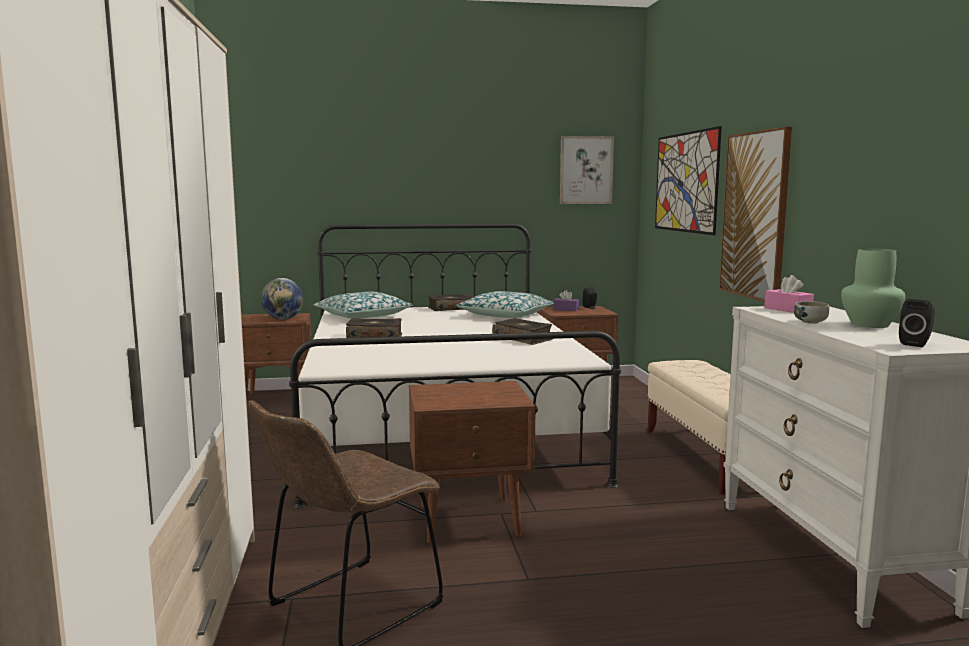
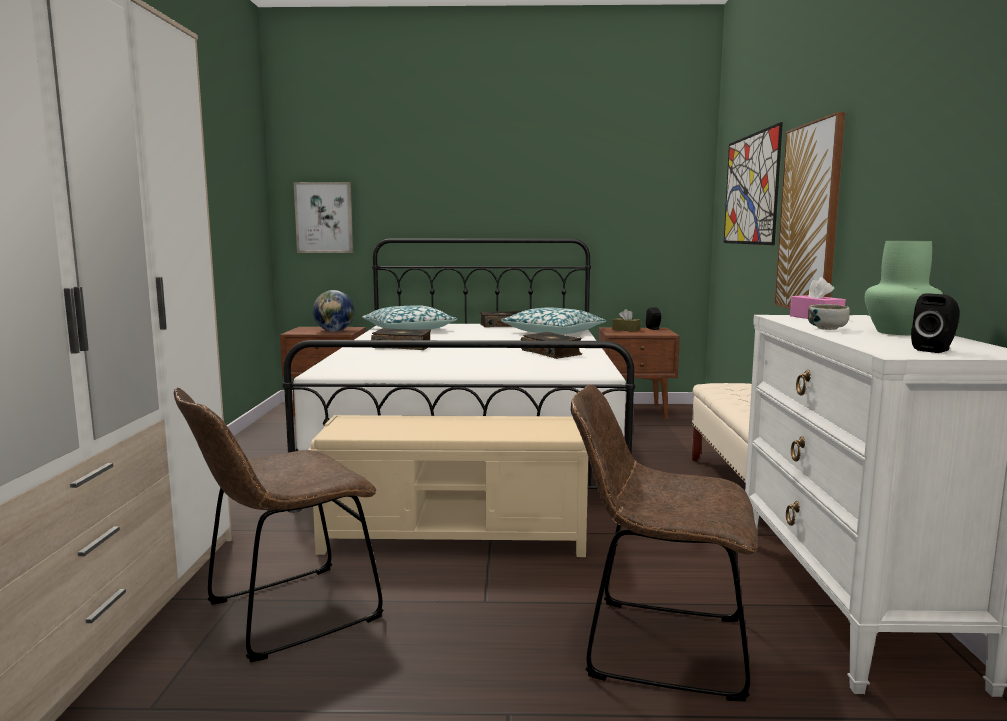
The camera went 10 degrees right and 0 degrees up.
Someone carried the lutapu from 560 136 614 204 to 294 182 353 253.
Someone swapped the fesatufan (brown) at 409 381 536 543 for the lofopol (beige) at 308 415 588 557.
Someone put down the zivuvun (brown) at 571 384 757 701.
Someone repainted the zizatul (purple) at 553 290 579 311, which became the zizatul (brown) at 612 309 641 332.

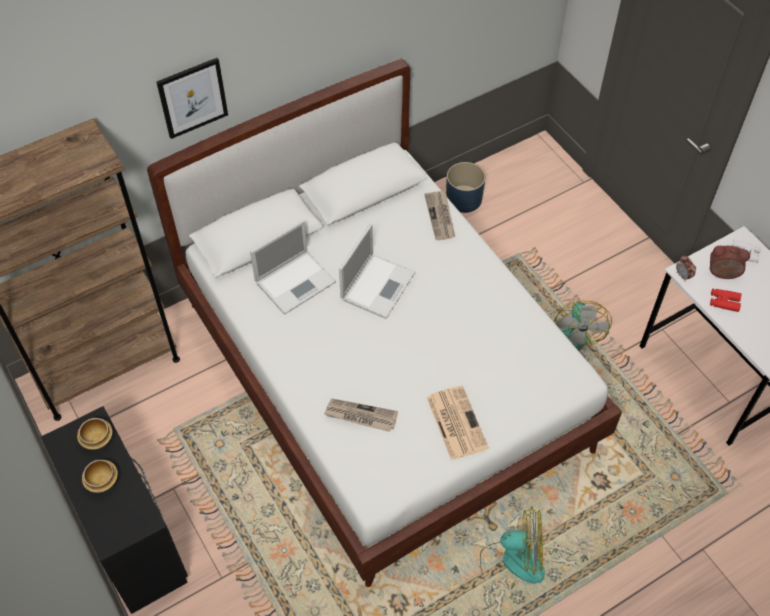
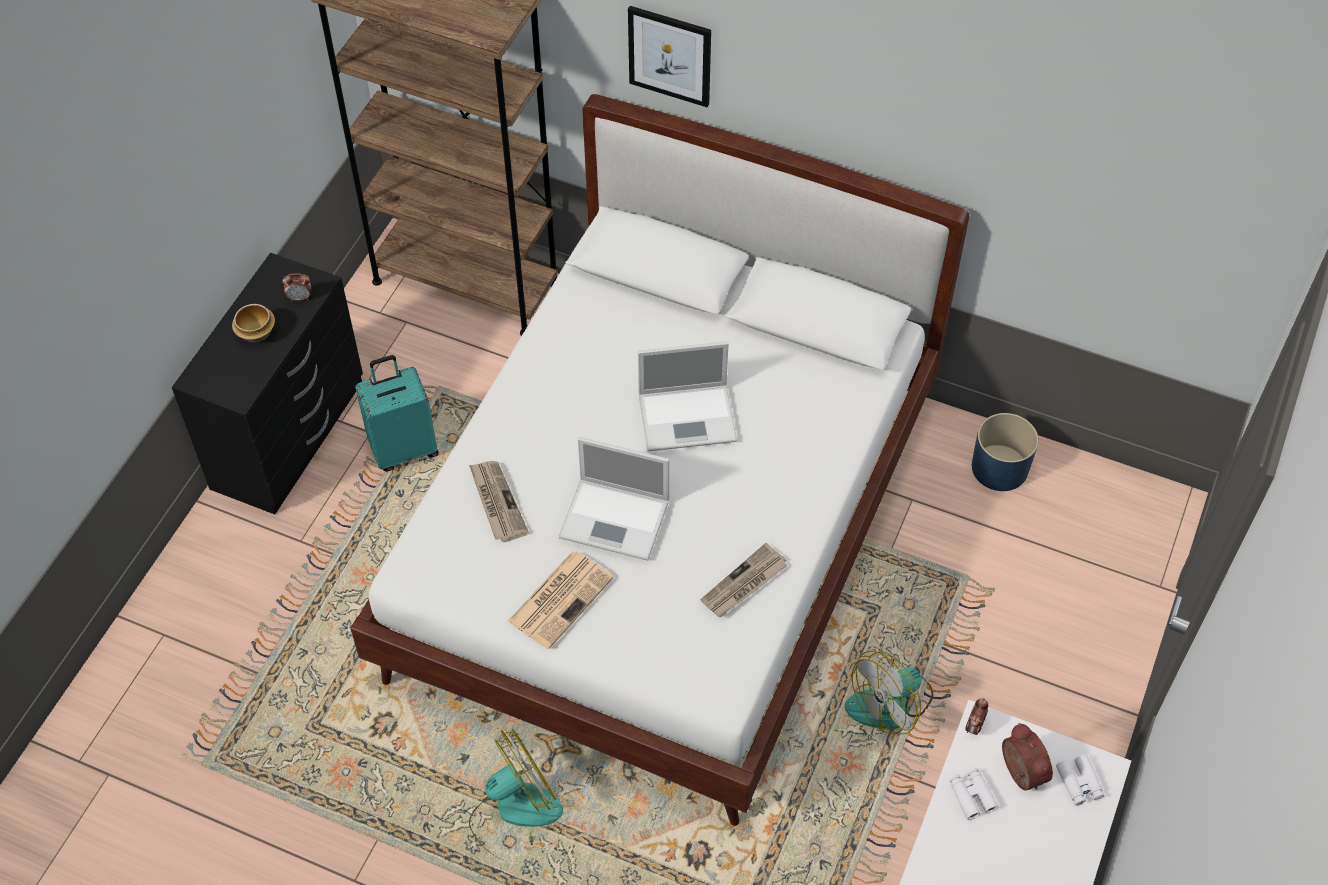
The camera went 55 degrees right and 0 degrees up.
Someone swapped the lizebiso at 77 418 112 450 for the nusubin at 283 273 311 301.
Someone put down the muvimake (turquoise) at 355 355 439 471.
Someone rotated the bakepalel at 480 506 545 589 by 90 degrees counterclockwise.
Someone carried the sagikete from 250 220 336 315 to 558 437 670 561.
Someone carried the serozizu from 424 191 455 240 to 700 543 788 617.
Someone repainted the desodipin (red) at 710 289 741 312, which became the desodipin (white) at 949 768 998 820.

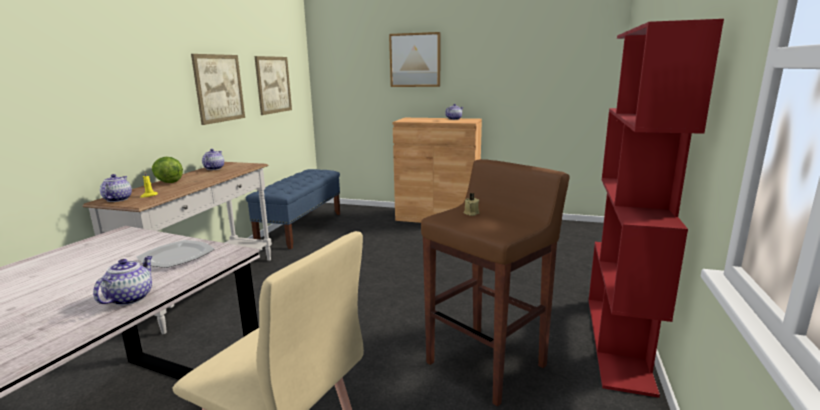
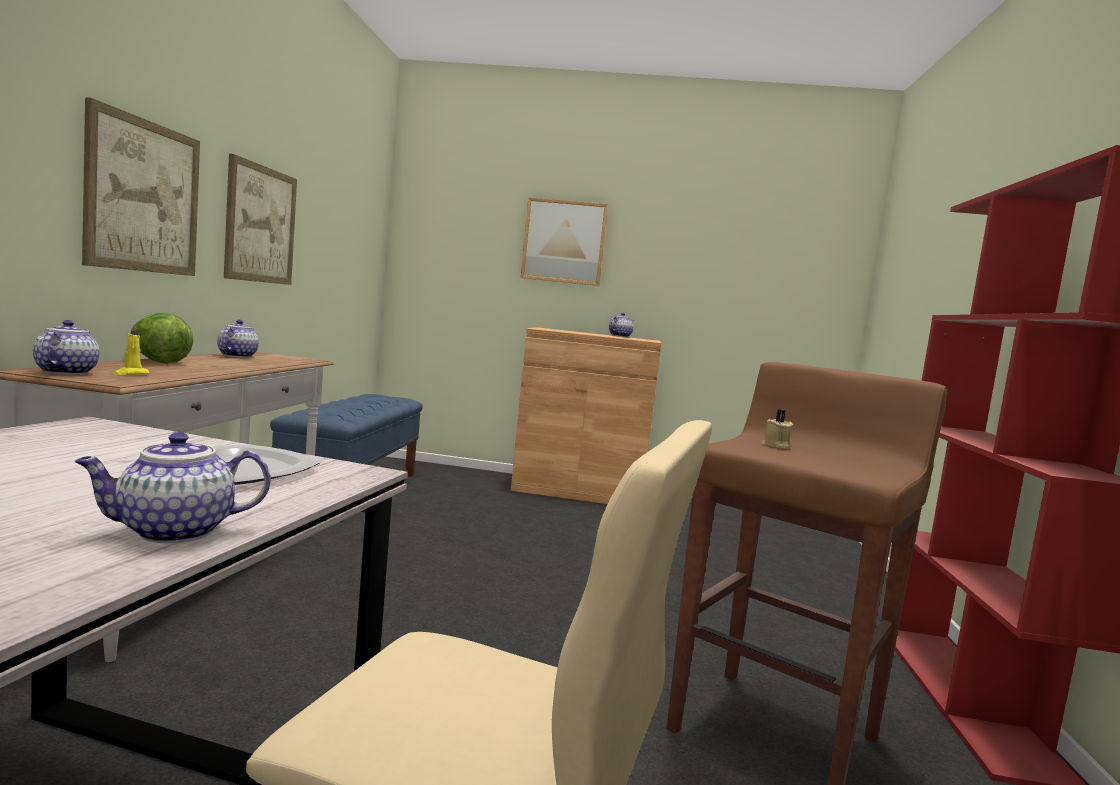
The camera went 10 degrees left and 10 degrees down.
Someone rotated the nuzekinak at 93 256 152 305 by 120 degrees counterclockwise.
Someone carried the lutapu from 254 56 292 115 to 82 97 200 276.

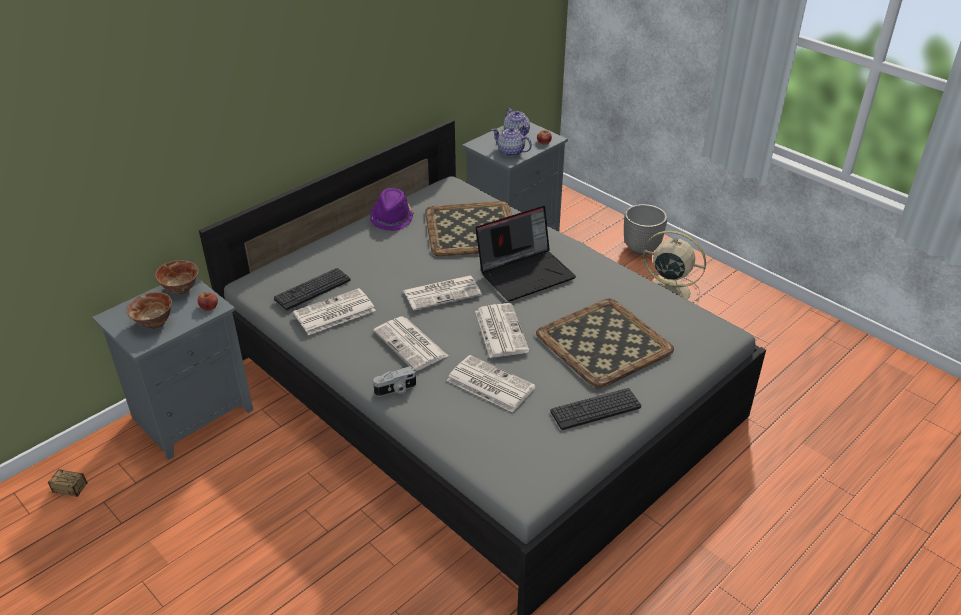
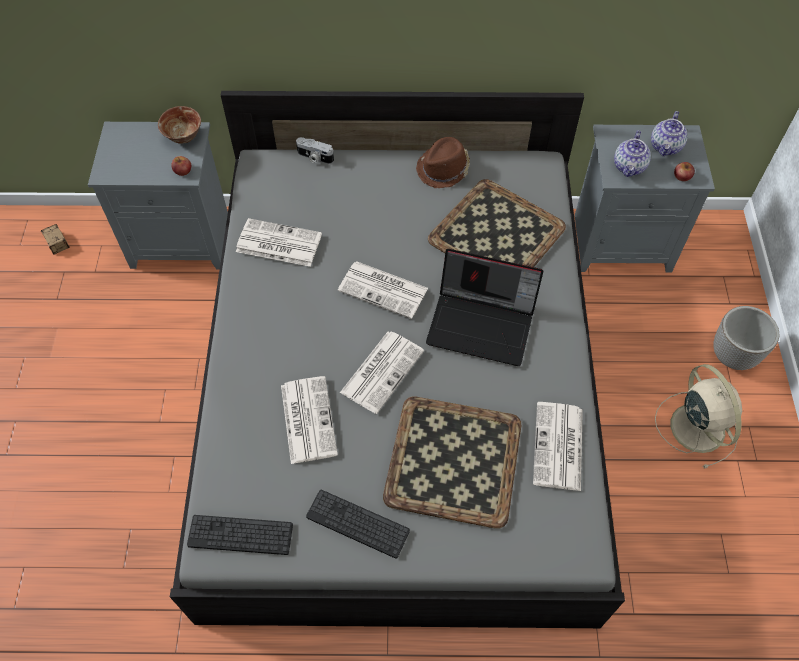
The camera went 45 degrees right and 20 degrees up.
Someone carried the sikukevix from 274 268 351 310 to 187 515 293 555.
Someone carried the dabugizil from 373 366 416 397 to 296 137 334 164.
Someone repainted the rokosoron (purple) at 370 188 414 231, which became the rokosoron (brown) at 416 137 470 188.
Someone carried the serozizu from 373 317 448 371 to 533 402 583 491.
Someone rotated the nuzekinak at 492 127 532 157 by 150 degrees counterclockwise.
Someone took away the lizebiso at 126 292 172 329.

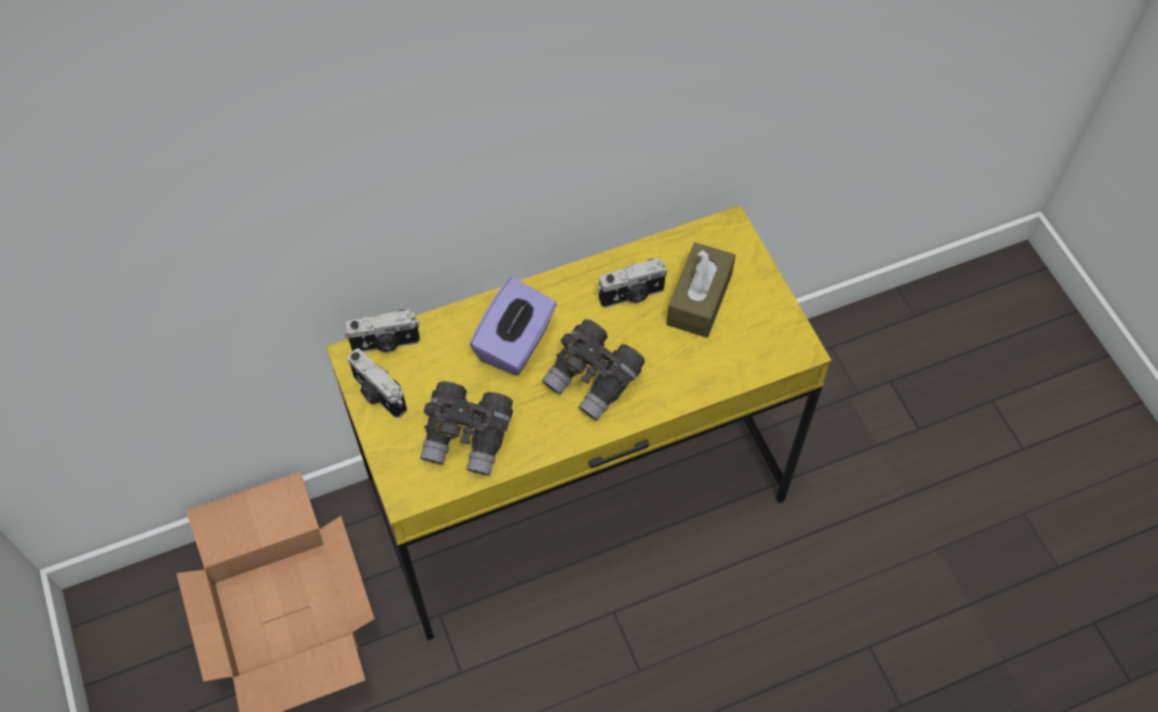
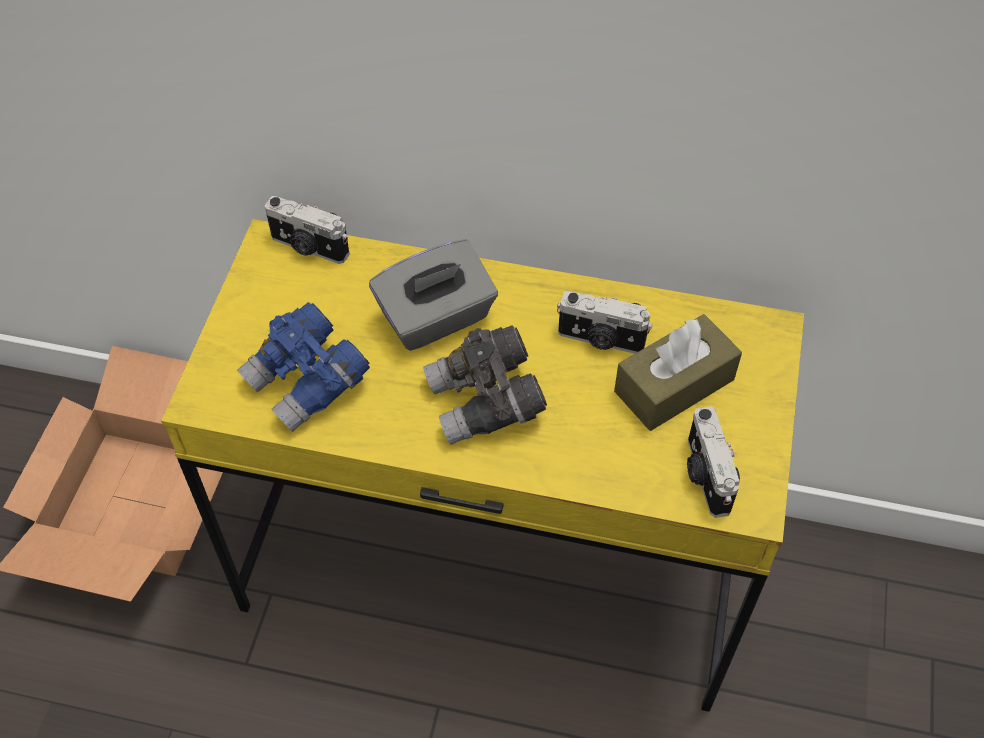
The camera went 35 degrees right and 5 degrees down.
Someone repainted the desodipin (grey) at 420 381 513 476, which became the desodipin (blue) at 237 302 370 432.
Someone repainted the zizatul (purple) at 470 277 557 376, which became the zizatul (grey) at 369 239 498 351.
Someone carried the dabugizil from 348 348 407 418 to 687 406 740 517.

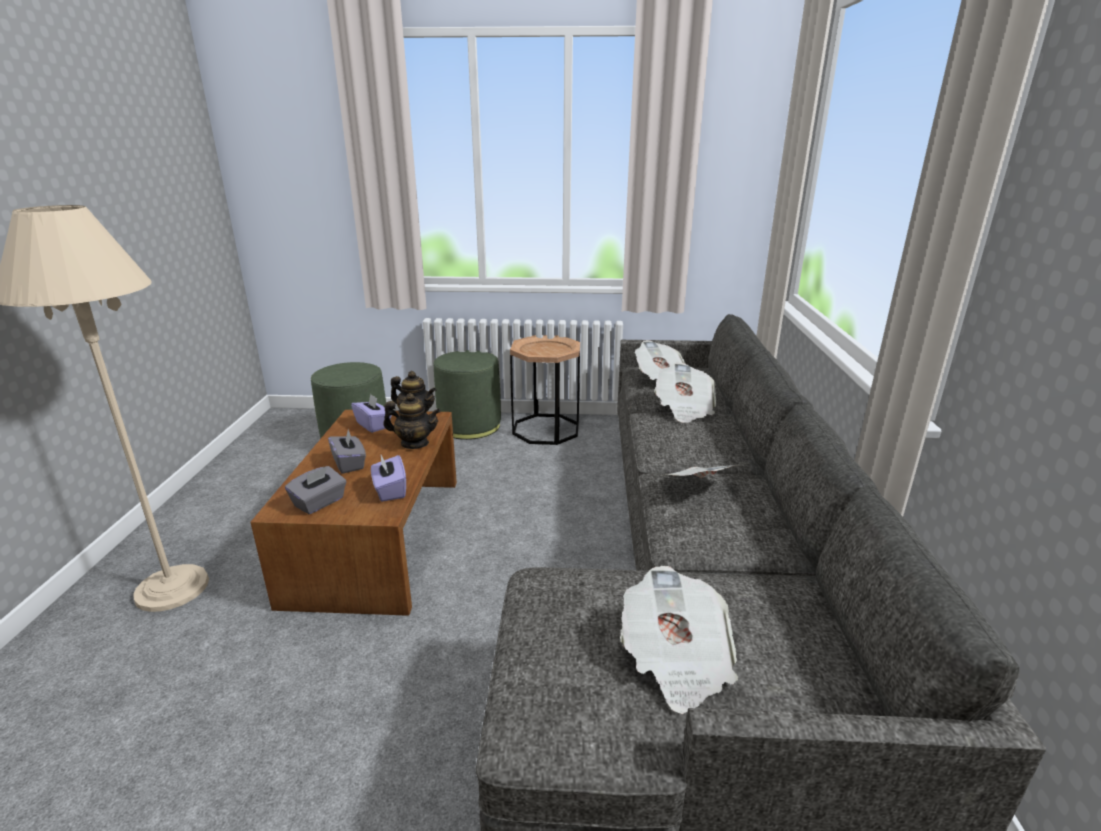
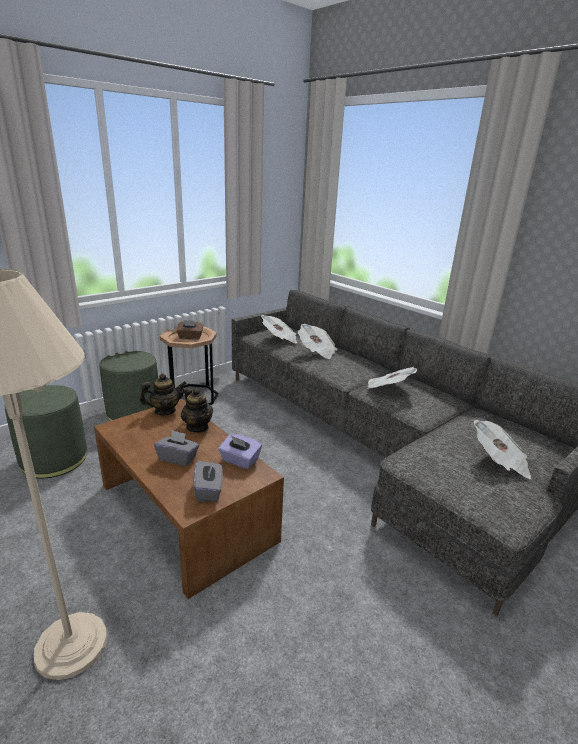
The camera went 45 degrees left and 0 degrees up.
Someone put down the zizatul (brown) at 176 320 203 340.
Someone rotated the nuzekinak at 383 393 441 449 by 90 degrees clockwise.
Someone took away the zizatul (purple) at 351 394 392 433.

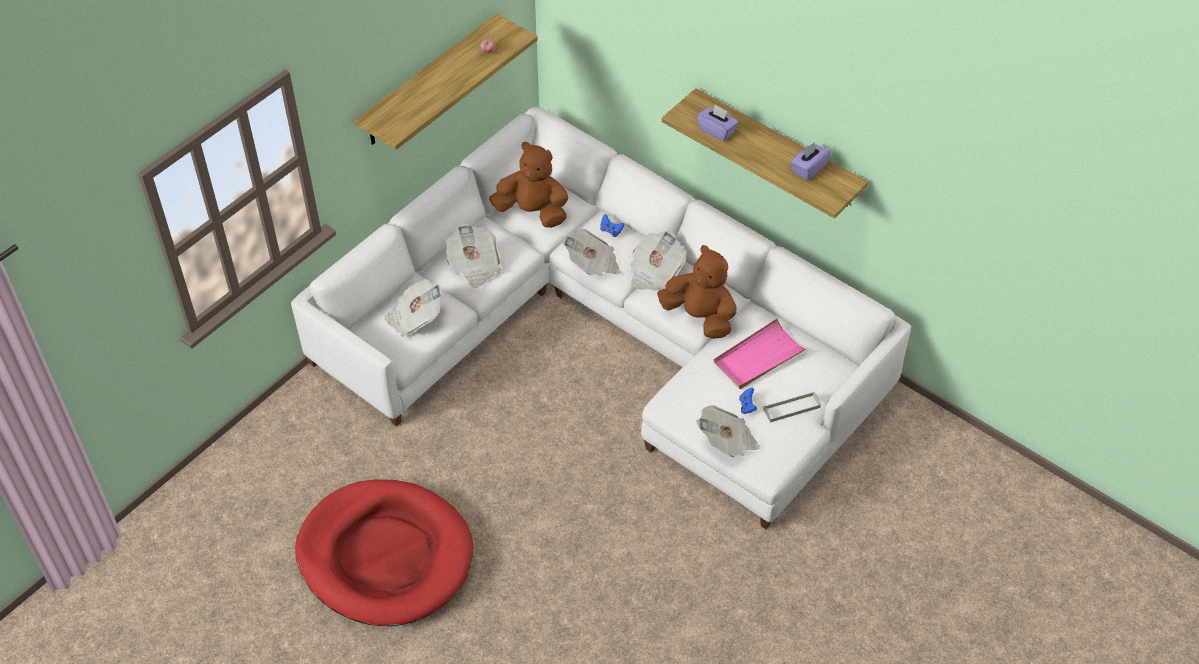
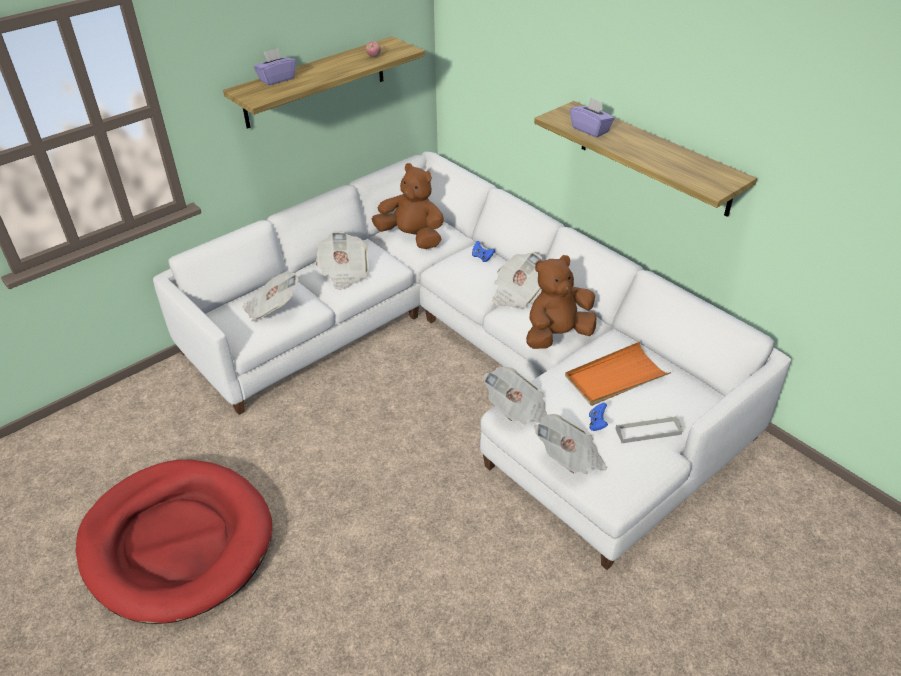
The camera went 10 degrees right and 10 degrees down.
Someone carried the zizatul (purple) from 790 142 831 181 to 254 48 296 86.
Someone carried the serozizu from 563 229 620 276 to 483 367 547 424.
Someone rotated the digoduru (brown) at 657 245 737 339 by 75 degrees counterclockwise.
Someone repainted the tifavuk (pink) at 713 318 808 389, which became the tifavuk (orange) at 565 342 671 406.

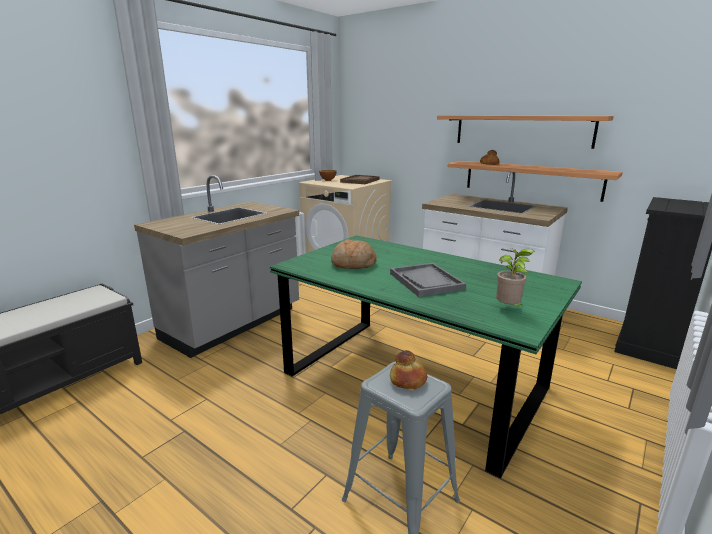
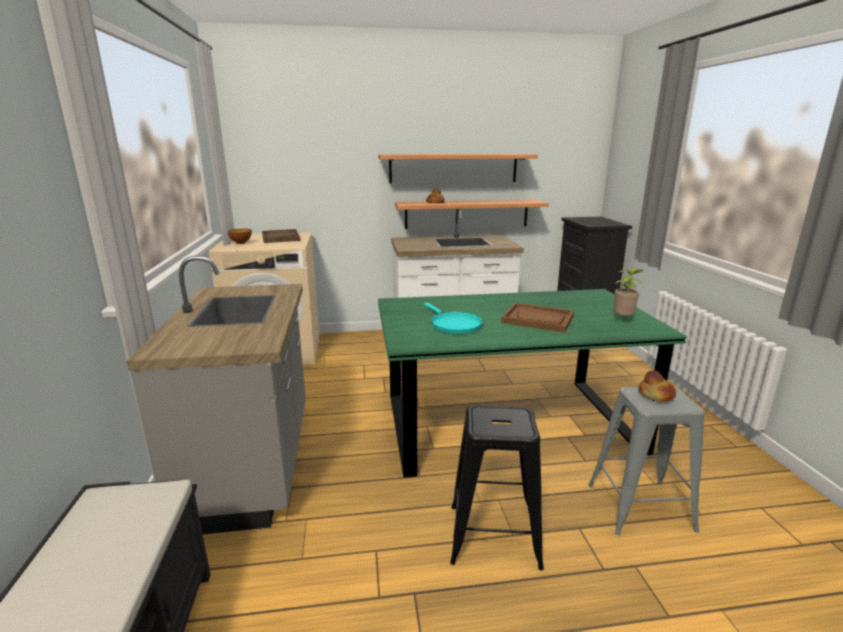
The camera went 45 degrees left and 0 degrees up.
Someone swapped the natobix at 331 239 377 269 for the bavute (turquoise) at 424 303 483 334.
Someone put down the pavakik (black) at 450 406 544 571.
Someone repainted the tifavuk (grey) at 390 263 466 297, which became the tifavuk (brown) at 501 303 574 333.

